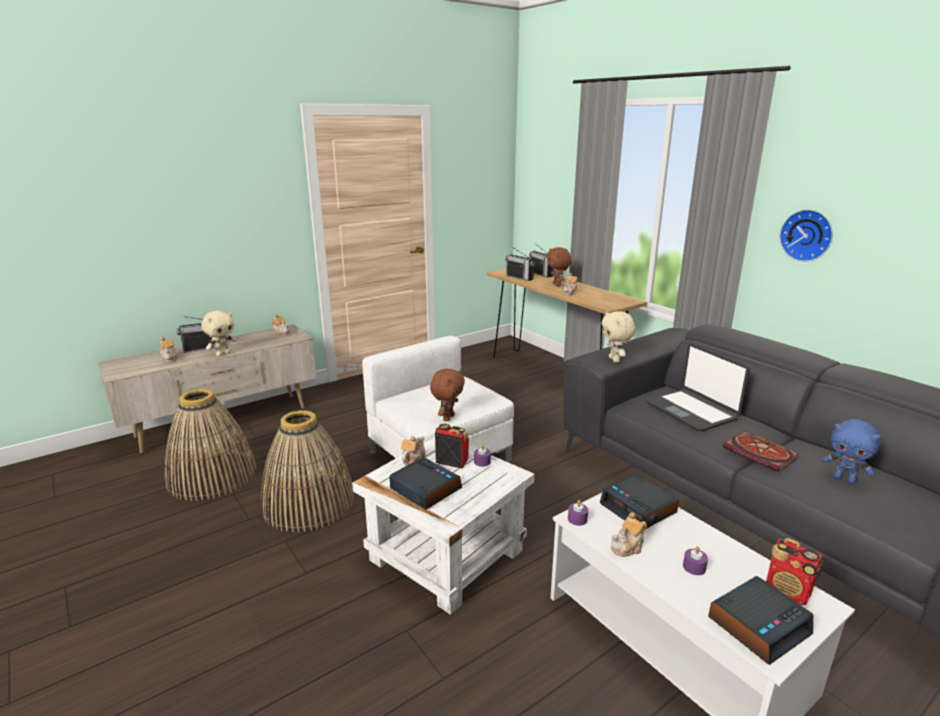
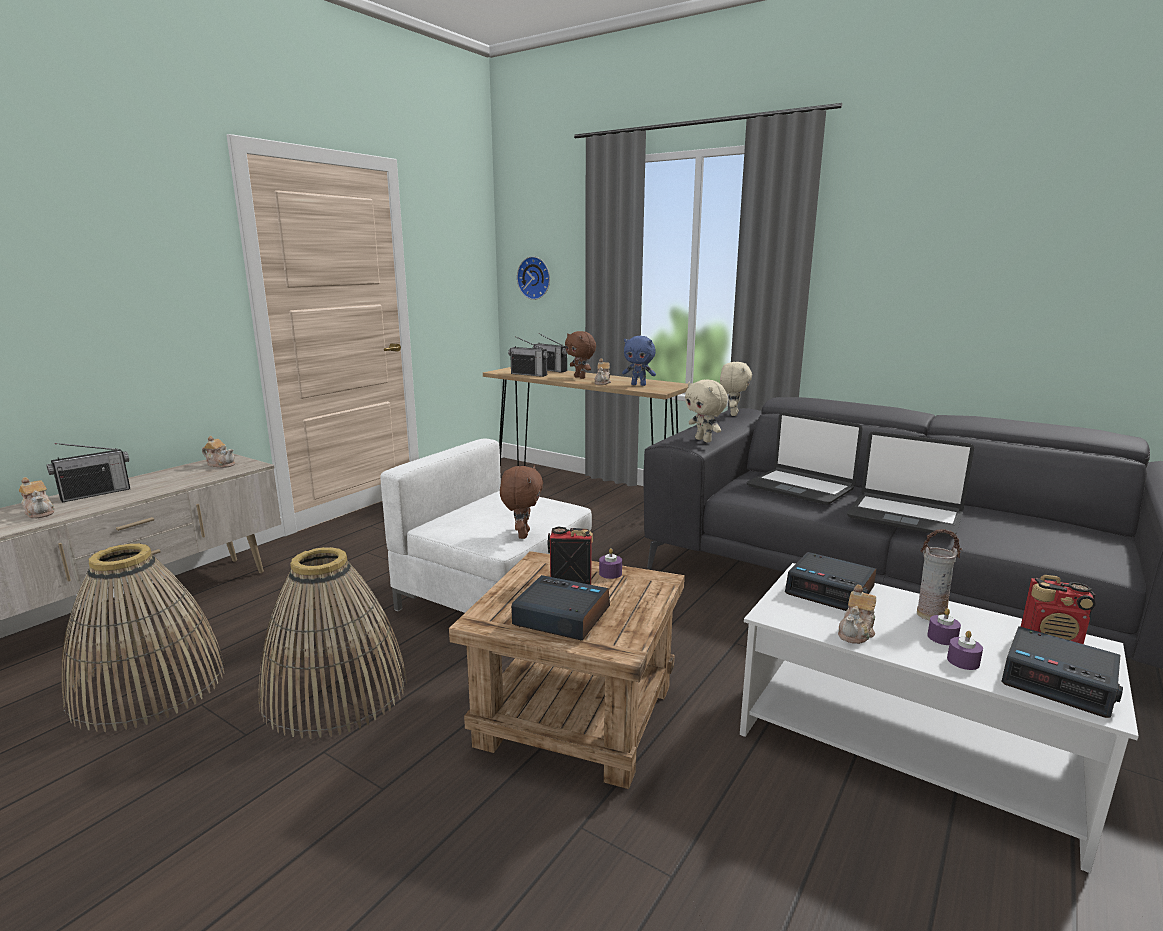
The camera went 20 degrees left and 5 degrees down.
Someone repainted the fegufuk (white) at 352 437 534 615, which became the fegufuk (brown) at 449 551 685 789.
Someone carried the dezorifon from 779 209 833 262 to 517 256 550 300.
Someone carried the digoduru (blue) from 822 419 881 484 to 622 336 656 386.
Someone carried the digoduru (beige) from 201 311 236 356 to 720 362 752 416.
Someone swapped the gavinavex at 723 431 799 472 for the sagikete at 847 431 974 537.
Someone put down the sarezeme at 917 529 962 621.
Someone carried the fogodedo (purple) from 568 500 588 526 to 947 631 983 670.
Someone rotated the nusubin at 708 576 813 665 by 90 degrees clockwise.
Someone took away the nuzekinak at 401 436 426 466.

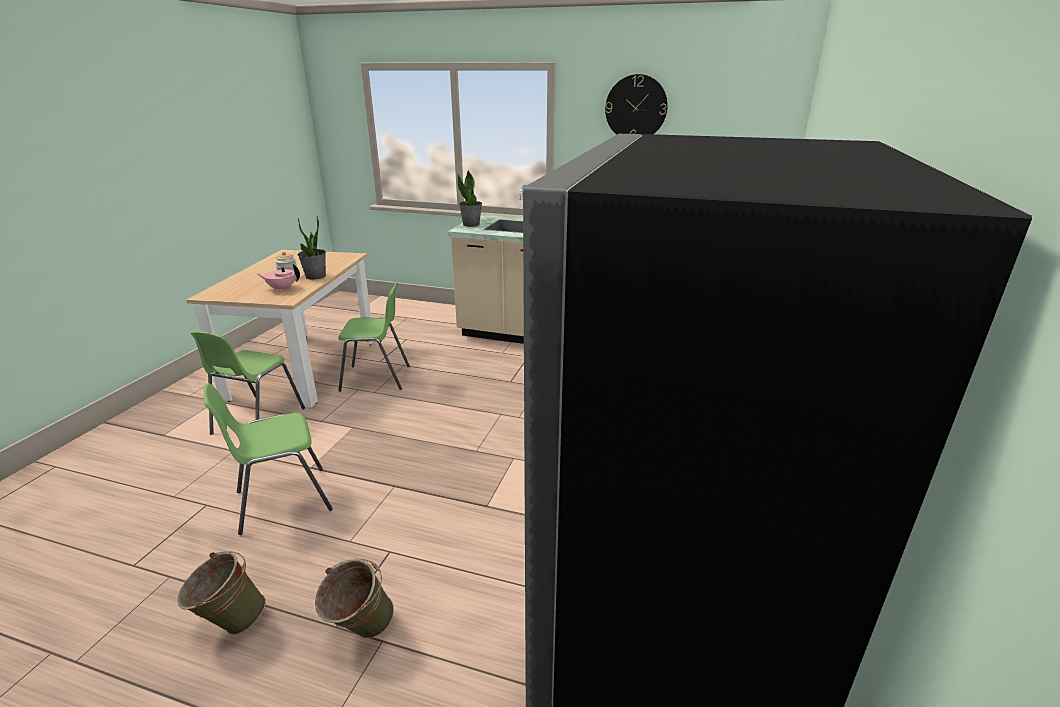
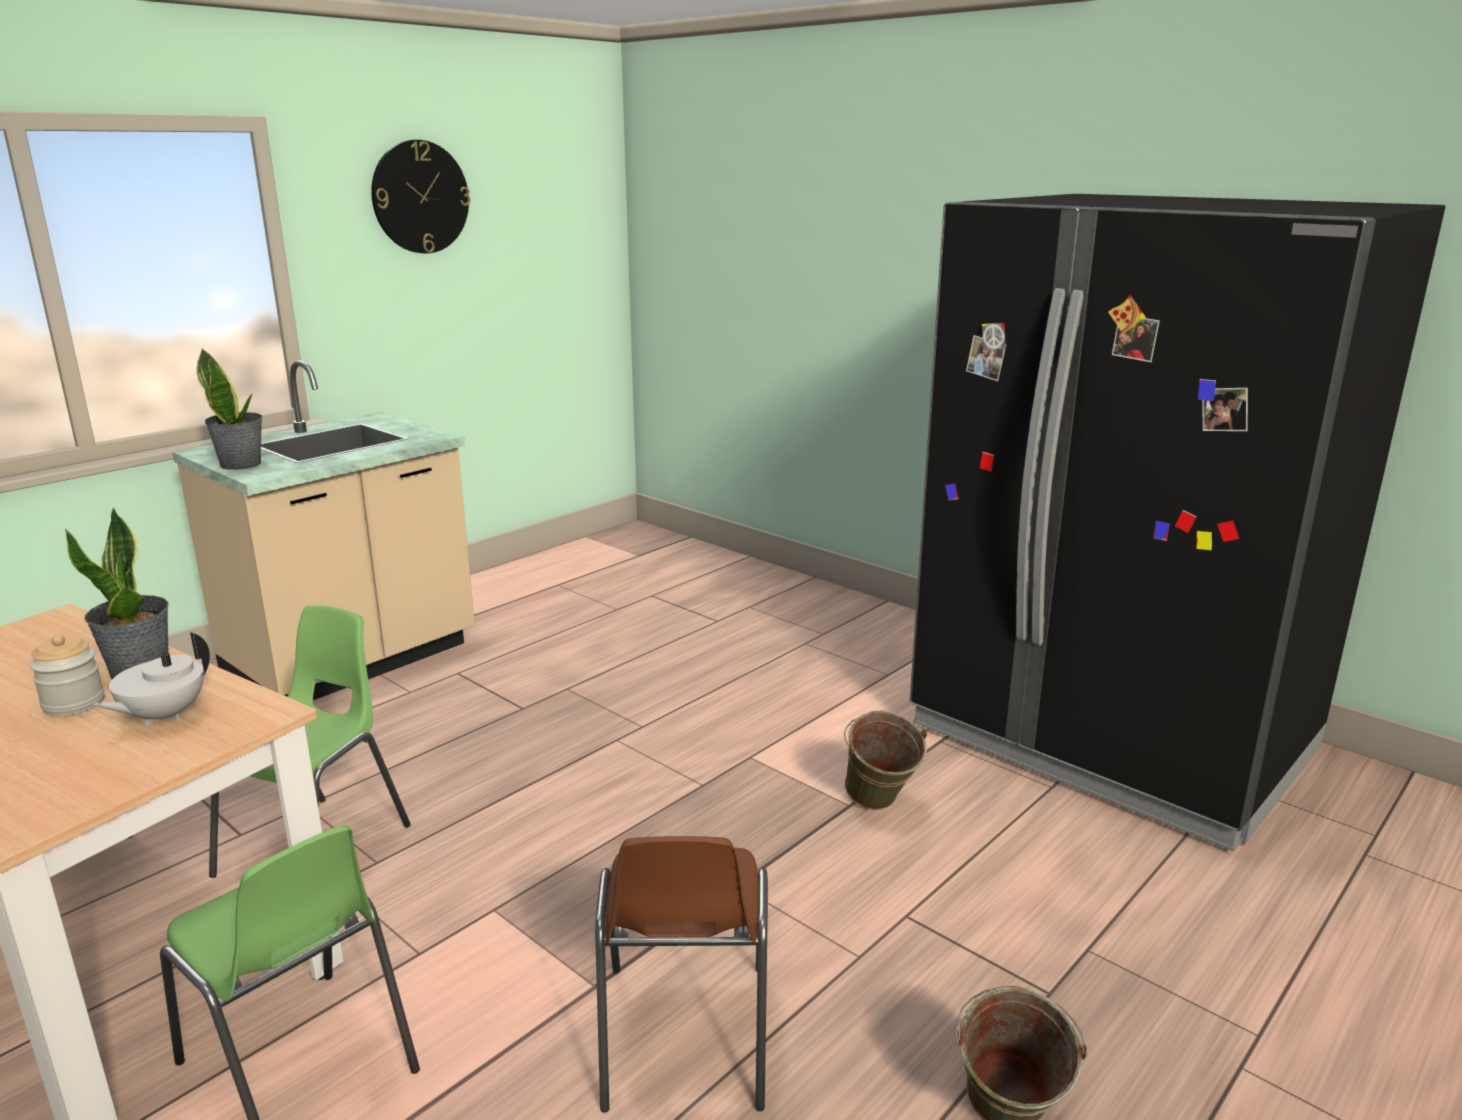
The camera went 65 degrees left and 5 degrees down.
Someone repainted the nuzekinak (pink) at 257 264 300 291, which became the nuzekinak (white) at 93 632 210 726.
Someone repainted the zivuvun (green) at 203 383 333 535, which became the zivuvun (brown) at 595 836 768 1112.
Someone carried the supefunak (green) from 315 559 394 638 to 844 711 927 810.

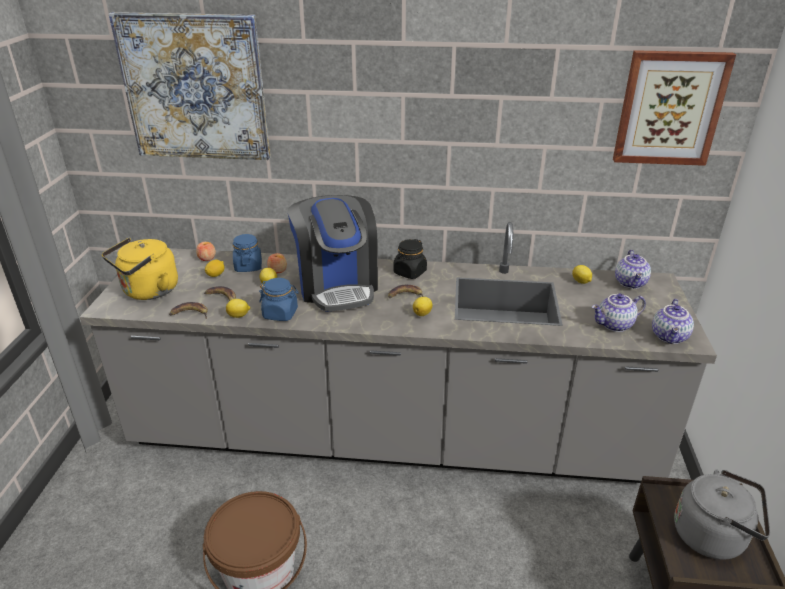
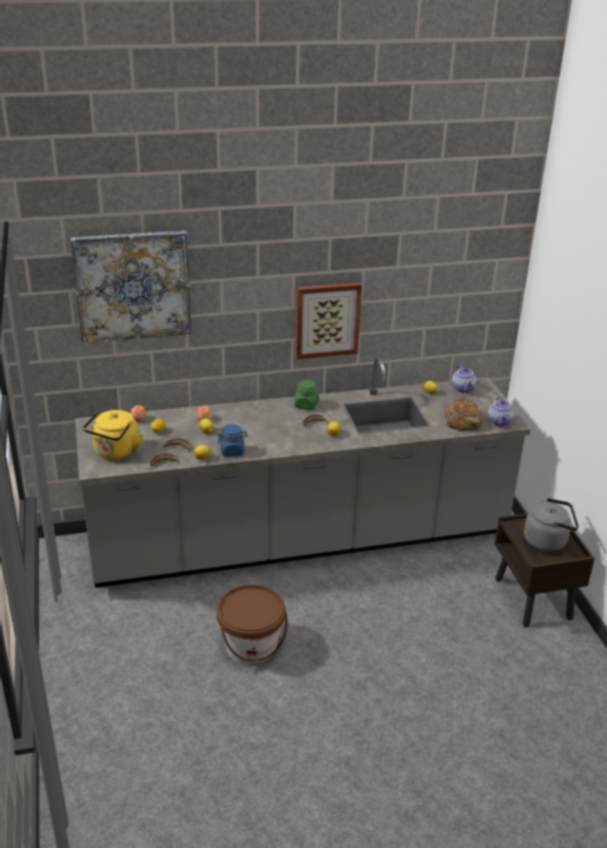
The camera went 20 degrees left and 0 degrees up.
Someone repainted the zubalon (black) at 393 239 427 279, which became the zubalon (green) at 294 379 319 410.
Someone carried the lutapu from 613 50 736 166 to 295 282 362 359.
Someone swapped the nuzekinak at 592 293 646 332 for the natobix at 445 398 482 431.
Someone took away the zubalon (blue) at 233 234 262 272.
Someone took away the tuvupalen at 288 195 378 312.

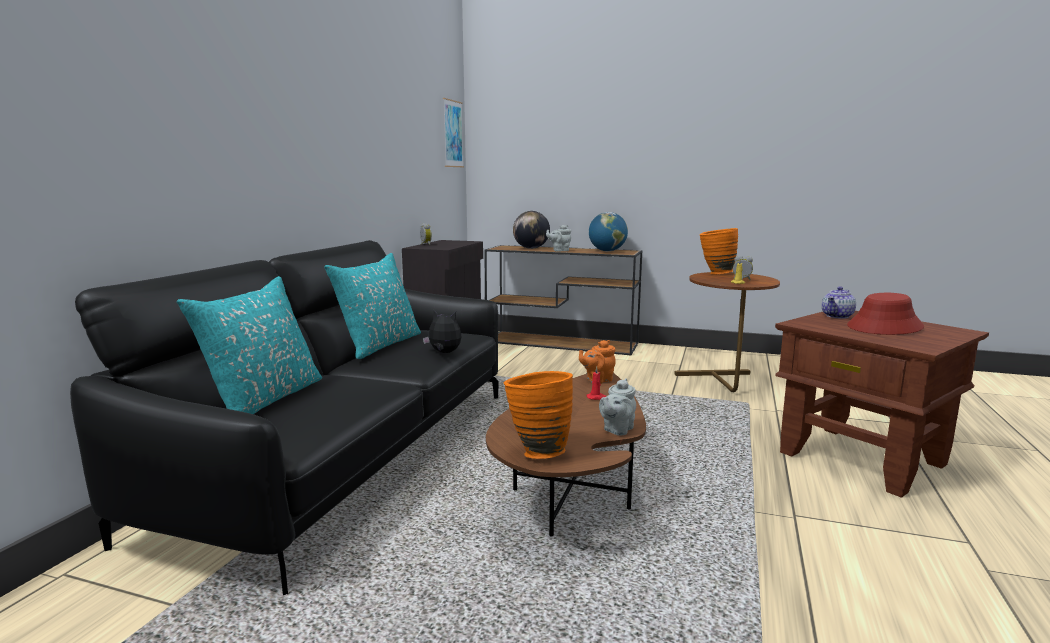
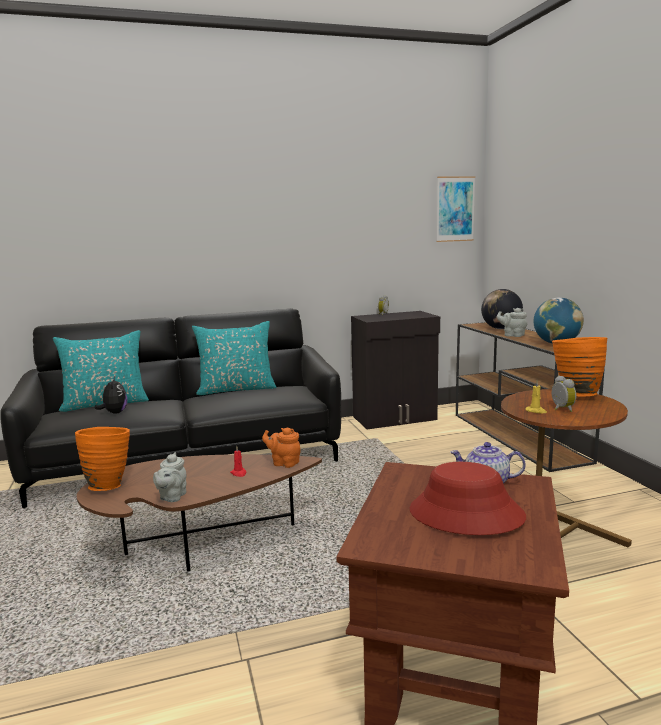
The camera went 55 degrees right and 0 degrees up.
Someone carried the digoduru from 423 311 462 353 to 95 377 127 414.
Someone rotated the nuzekinak (grey) at 599 378 636 435 by 75 degrees counterclockwise.

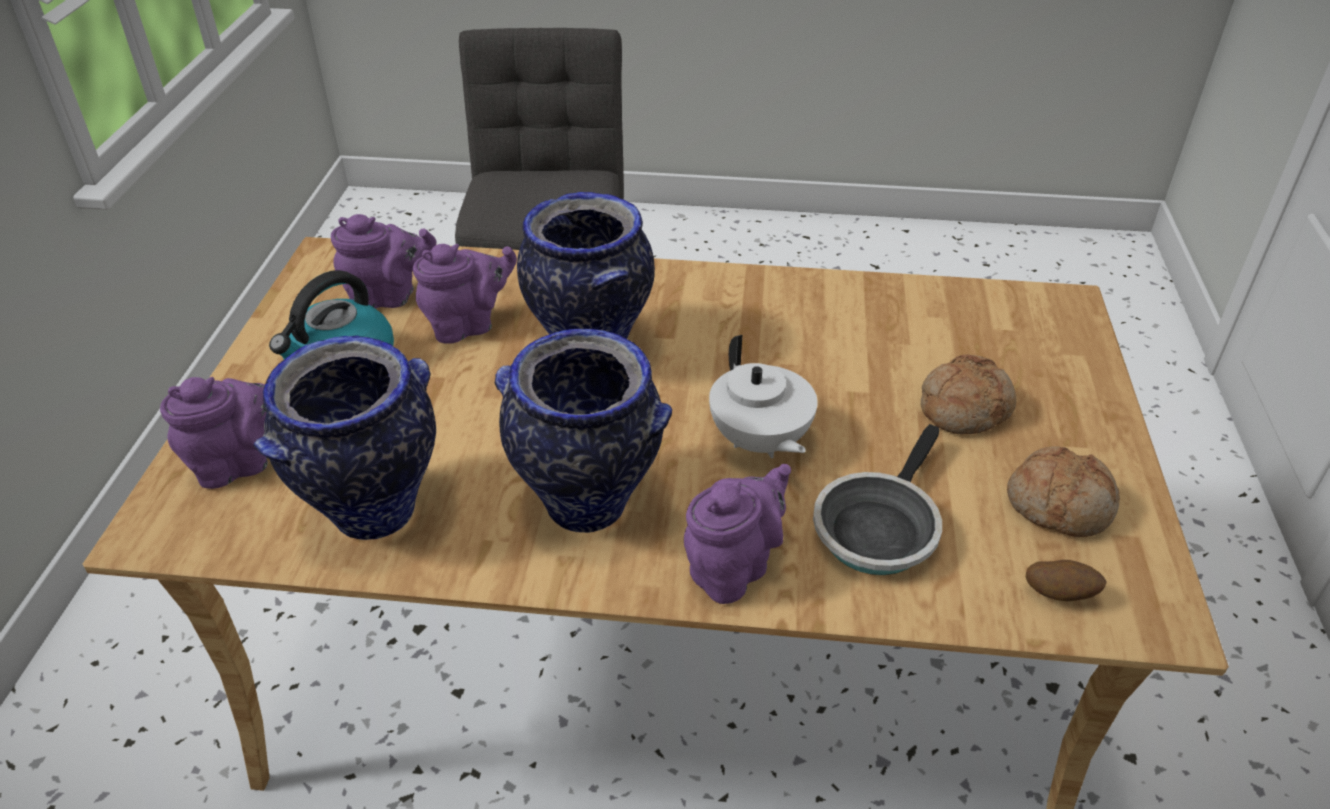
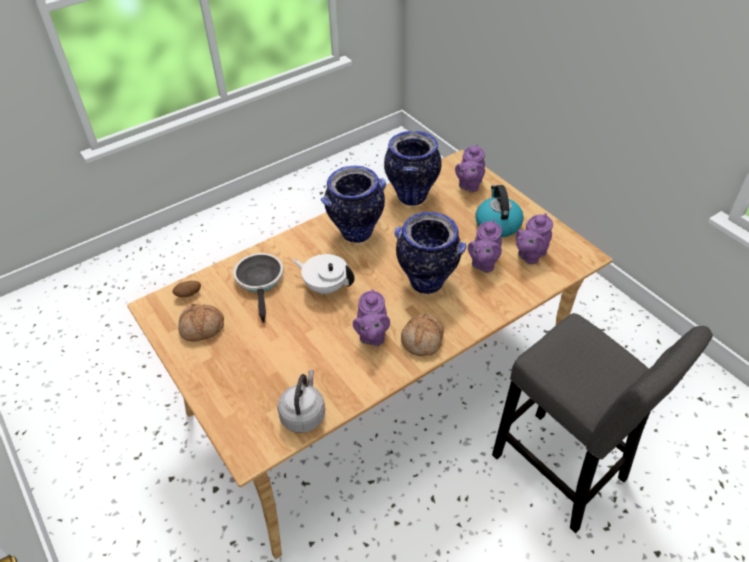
The camera went 140 degrees right and 5 degrees up.
Someone put down the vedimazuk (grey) at 277 370 325 433.
Someone carried the nuzekinak (purple) from 684 464 791 604 to 353 289 390 346.
Someone carried the natobix from 921 354 1016 434 to 401 314 444 356.

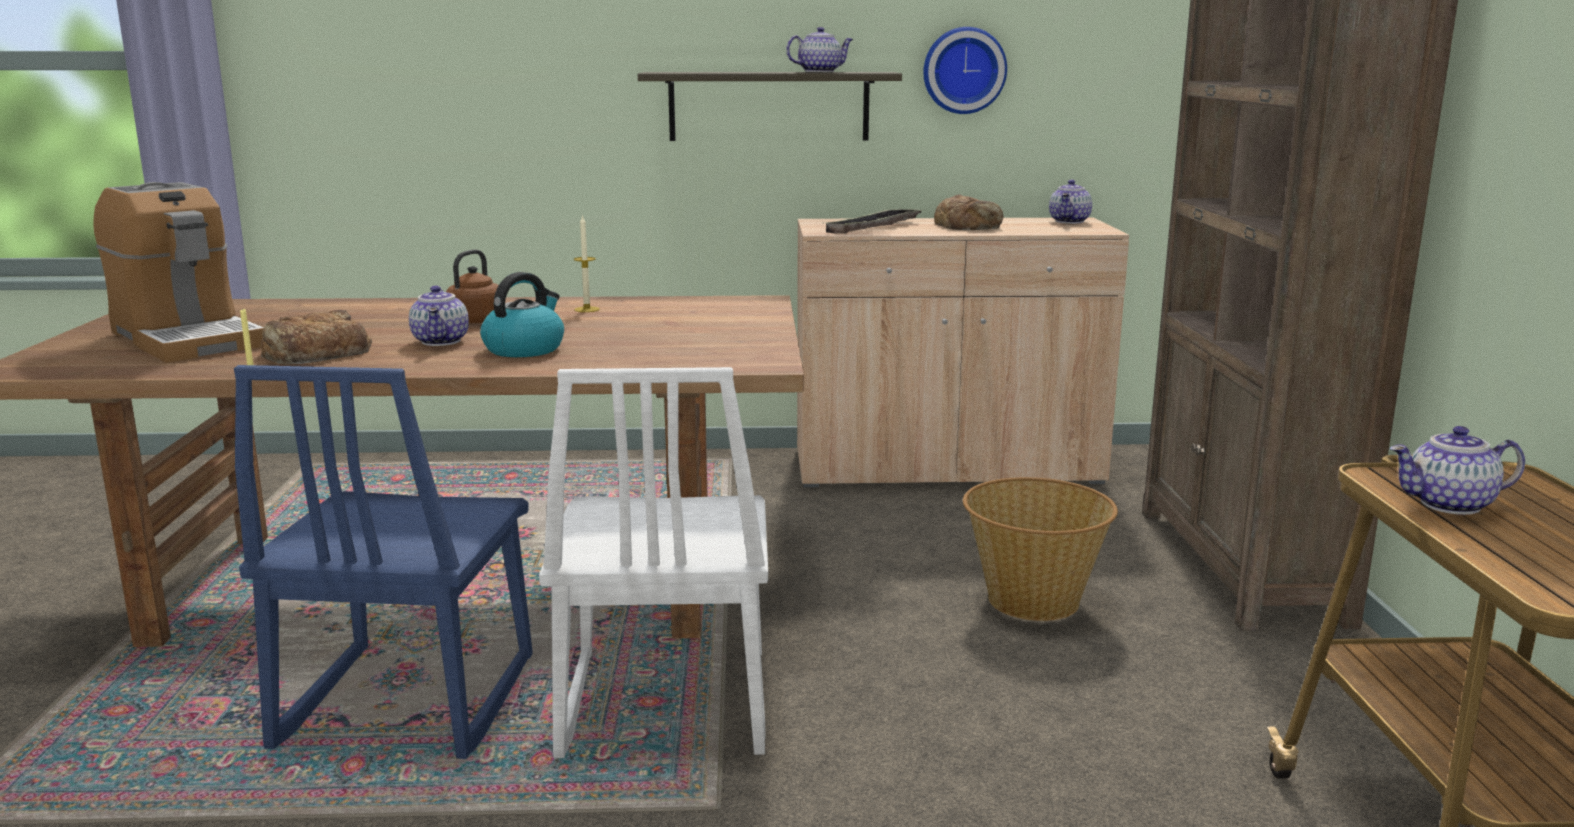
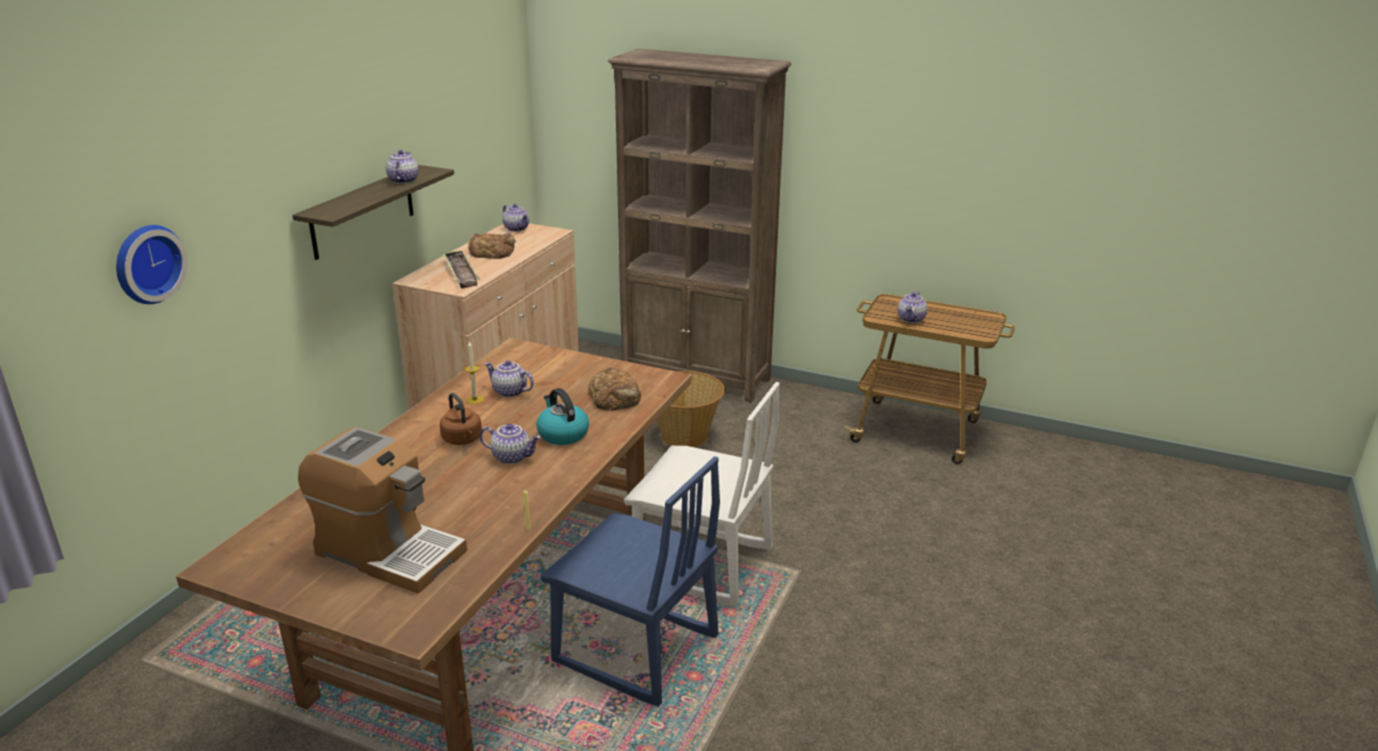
The camera went 65 degrees left and 10 degrees up.
Someone carried the dezorifon from 923 27 1007 114 to 116 225 188 304.
Someone rotated the tuvupalen at 93 182 264 363 by 45 degrees clockwise.
Someone put down the nuzekinak at 484 360 534 398.
Someone carried the natobix from 261 310 372 365 to 588 368 641 411.

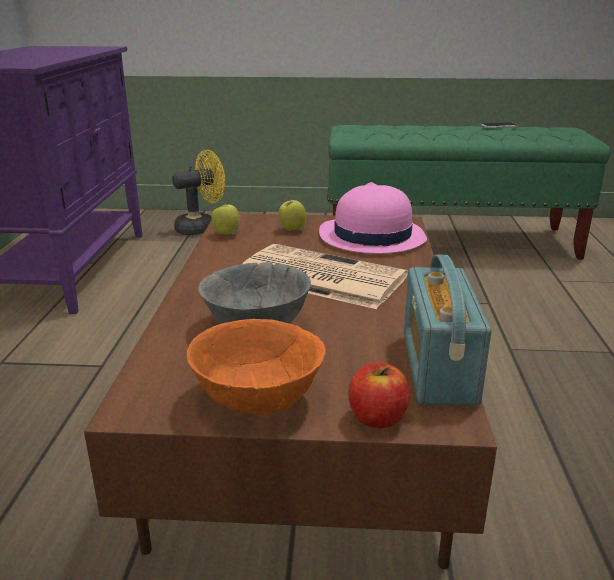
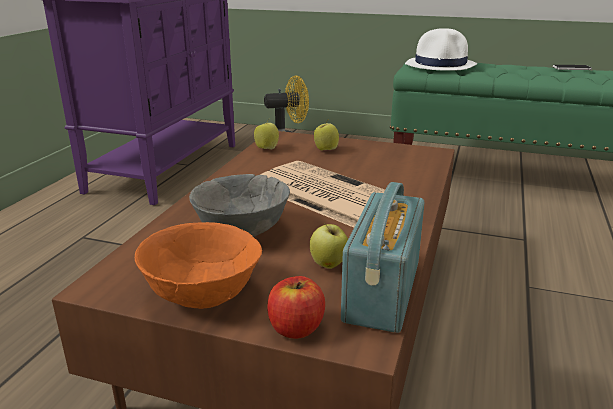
The camera went 15 degrees right and 0 degrees up.
Someone put down the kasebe at 310 223 348 269.
Someone put down the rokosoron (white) at 405 28 478 71.
Someone took away the rokosoron (pink) at 319 182 427 254.

